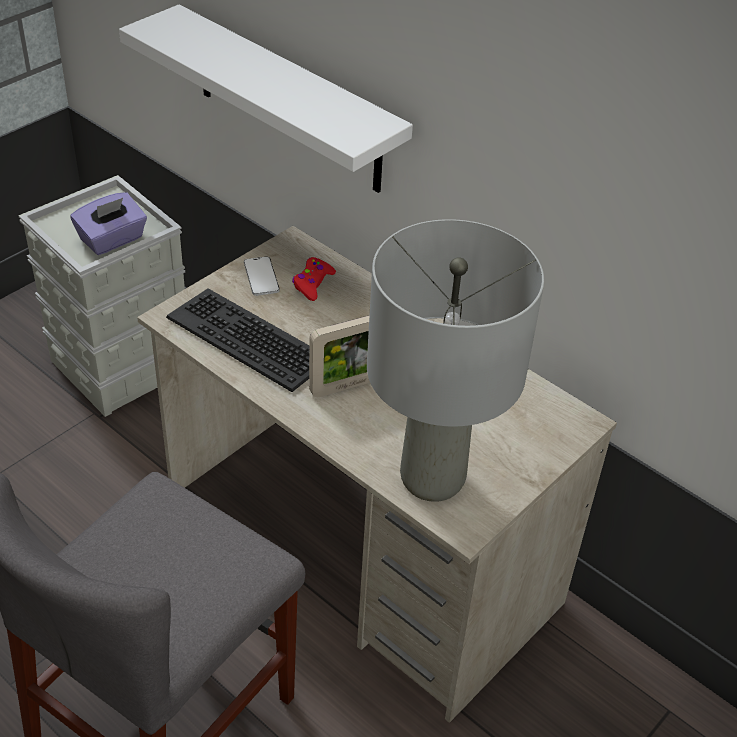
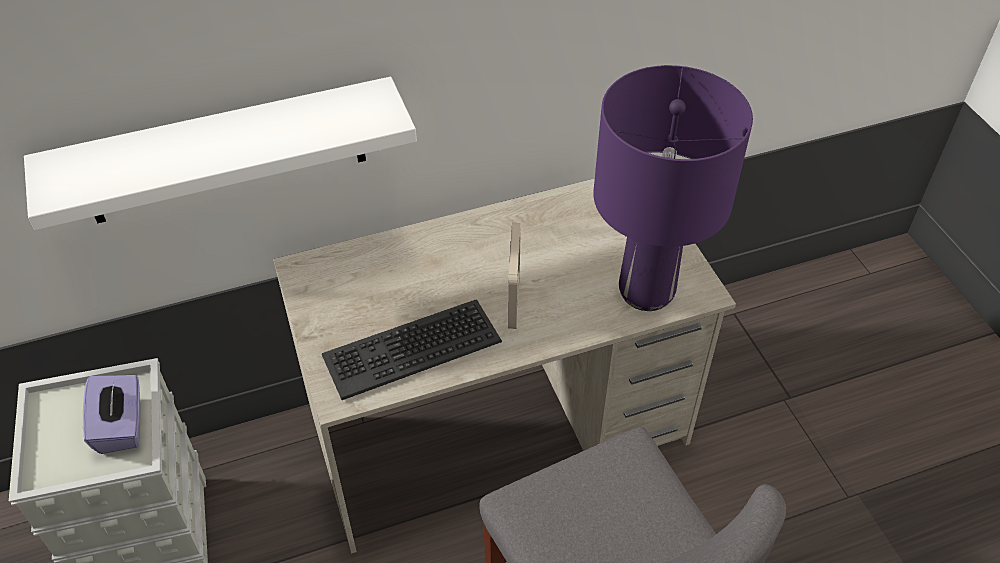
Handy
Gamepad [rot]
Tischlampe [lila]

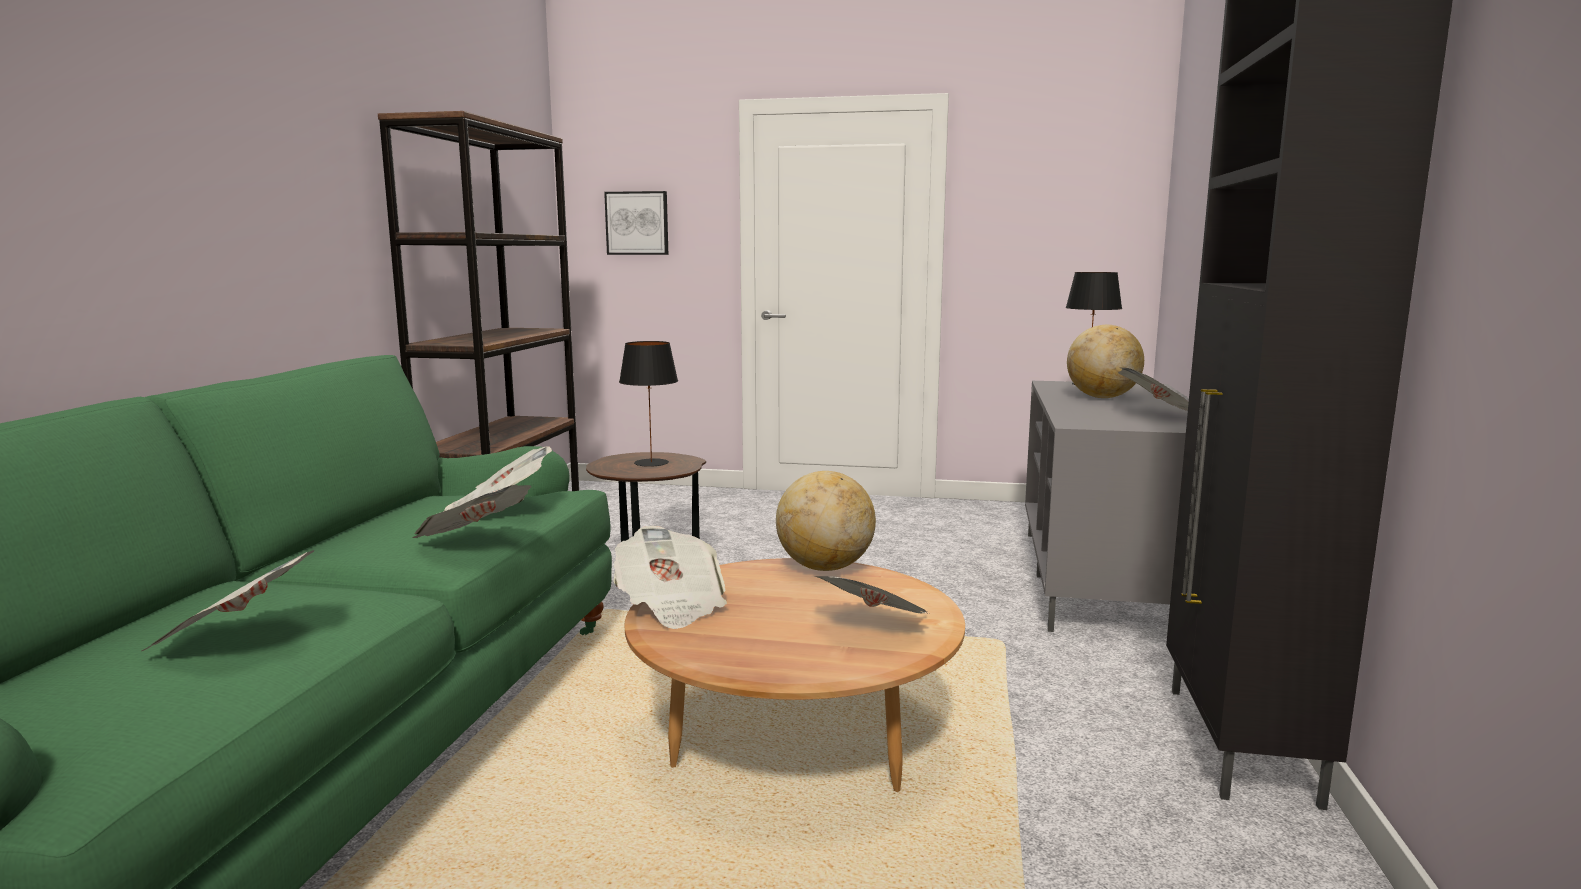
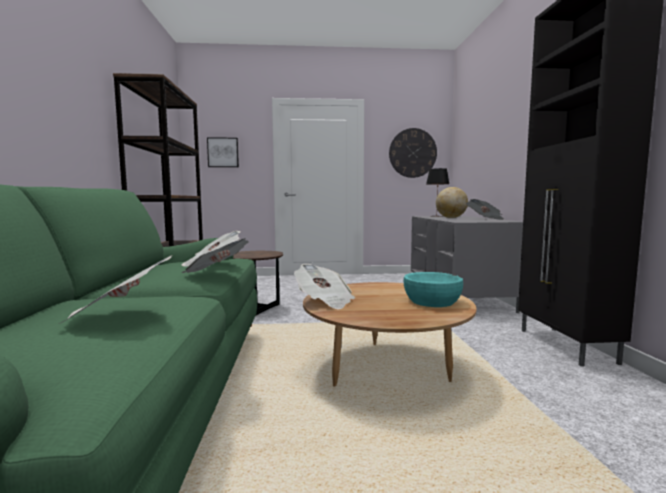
Tischlampe [schwarz] (1st from left in the first image)
Globus (1st from left in the first image)
Wanduhr
Schüssel [türkis]

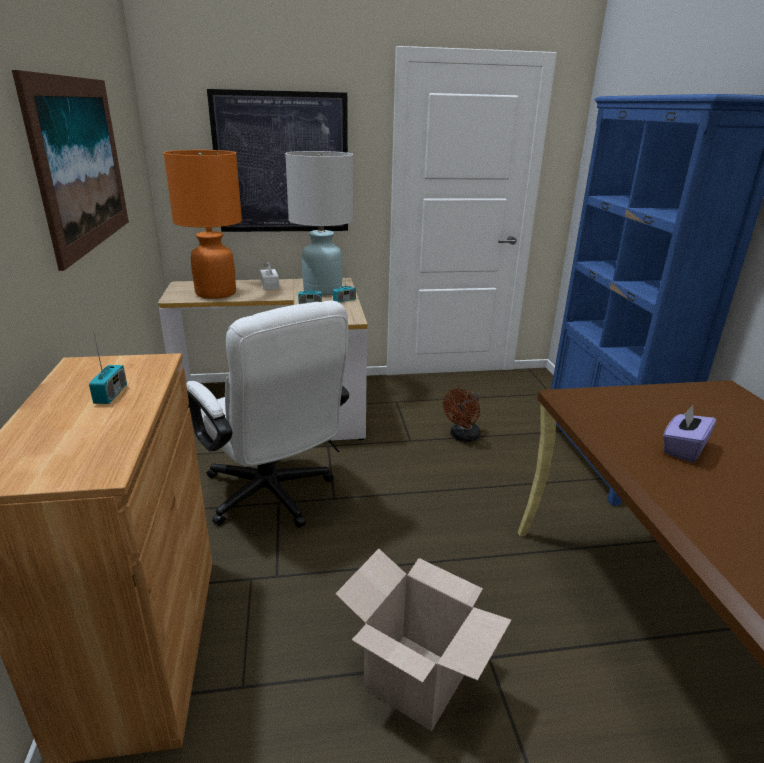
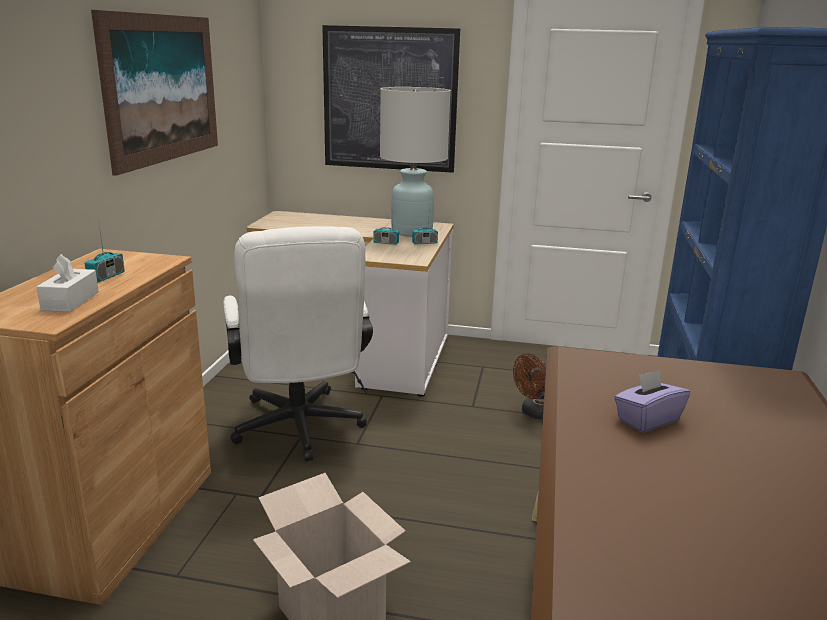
Tischlampe [orange]
Taschentuchbox [weiß]

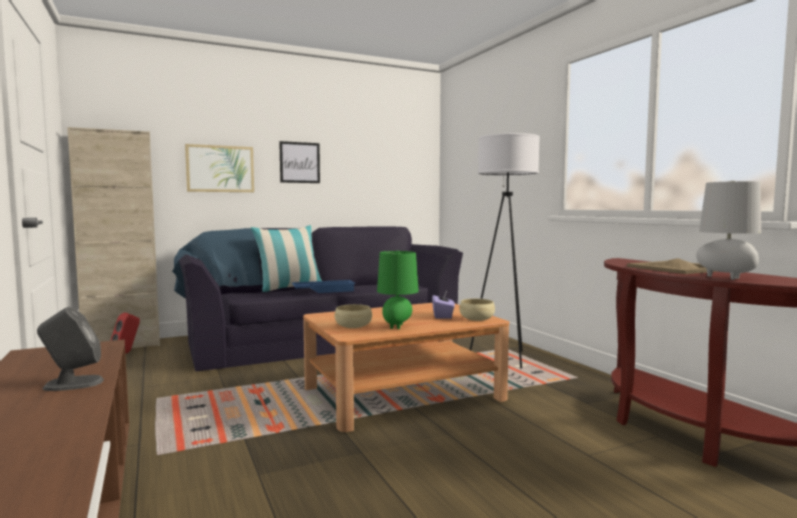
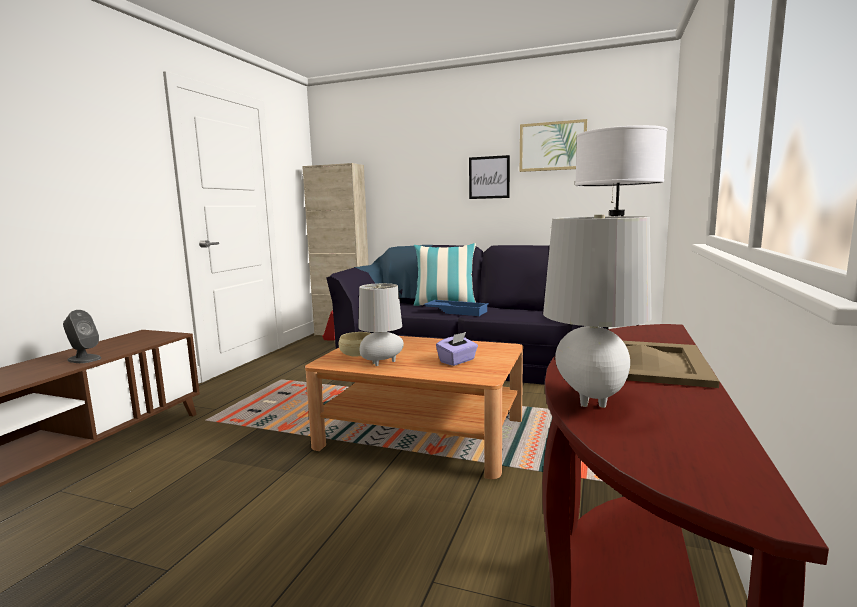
Schüssel [beige] (2nd from left in the first image)
Bild (2nd from left)
Tischlampe [grau] (1st from left)

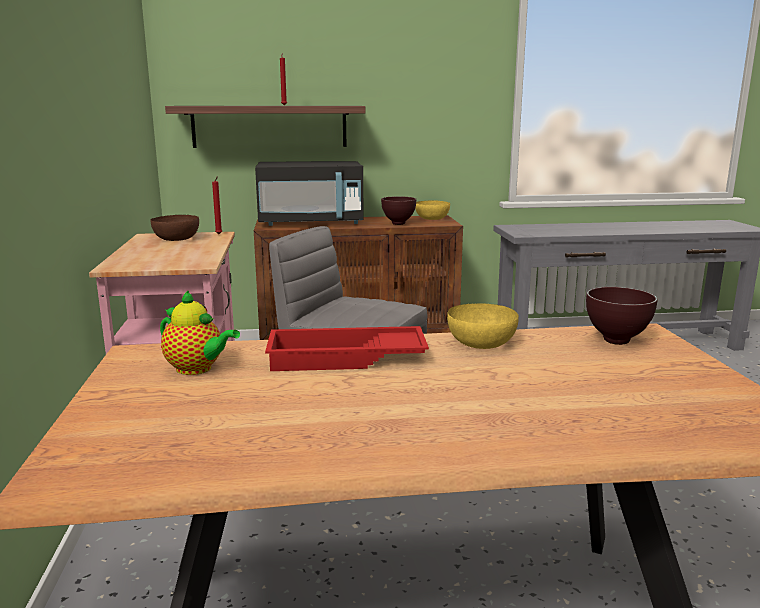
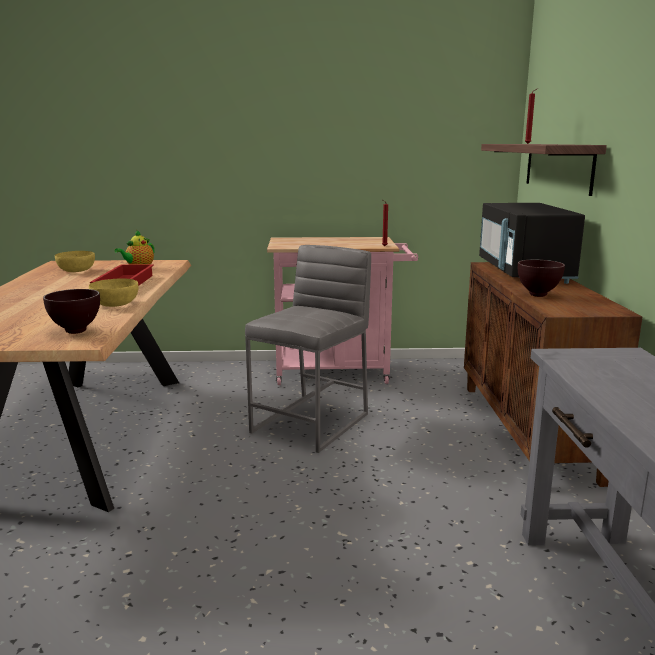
Schüssel [braun] (1st from left in the first image)
Schüssel [gelb] (1st from left)

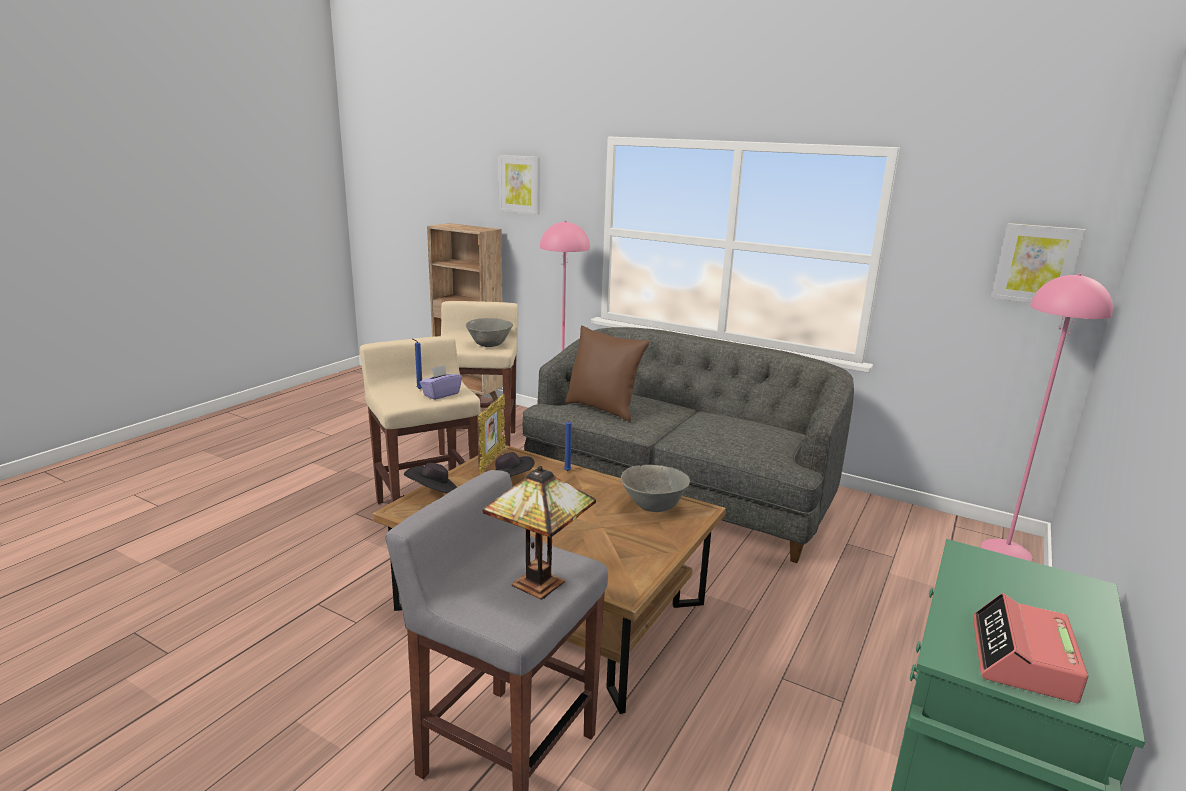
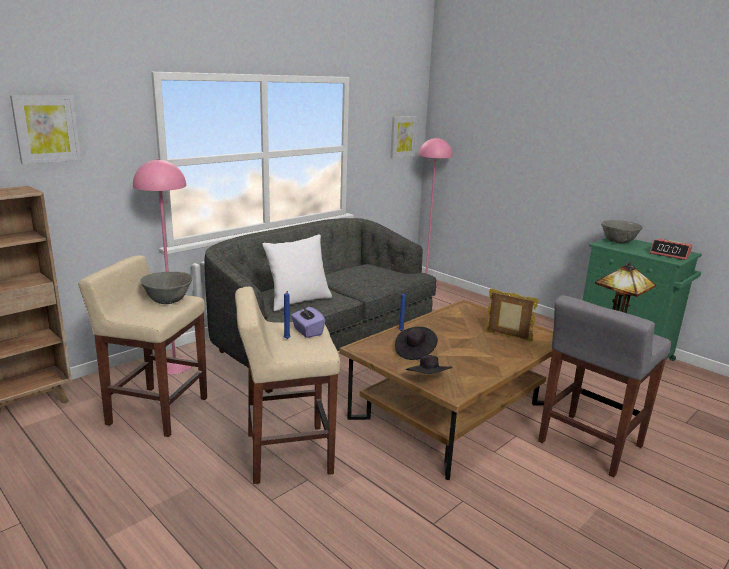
Bilderrahmen
Schüssel [grau] (2nd from left)
Kissen [weiß]

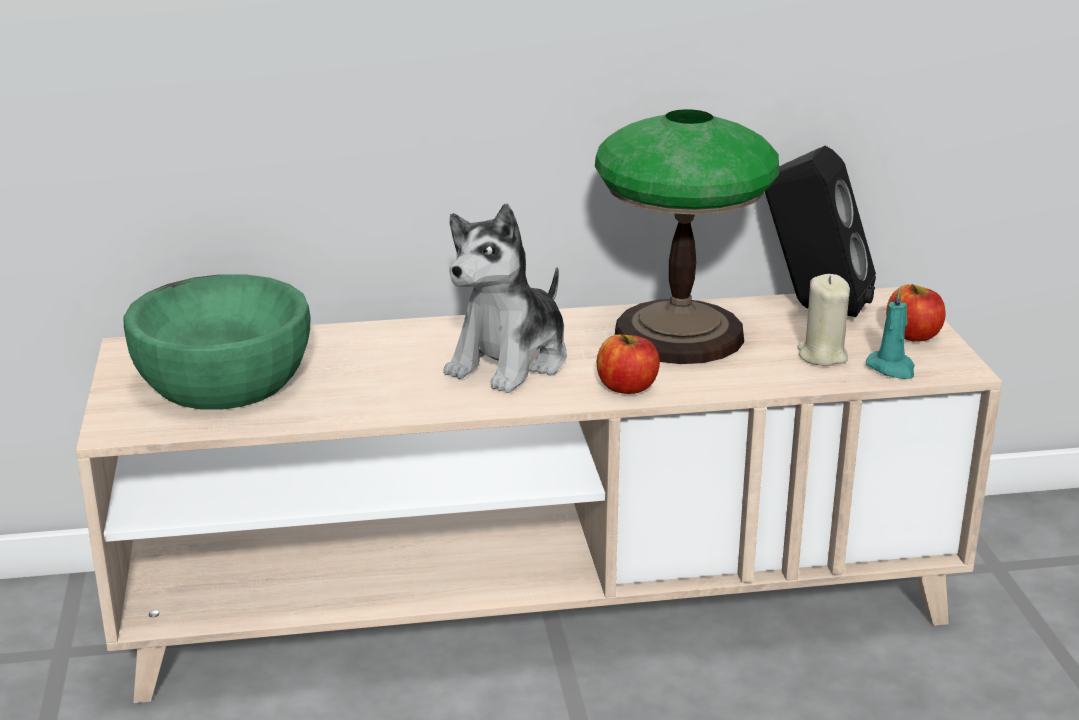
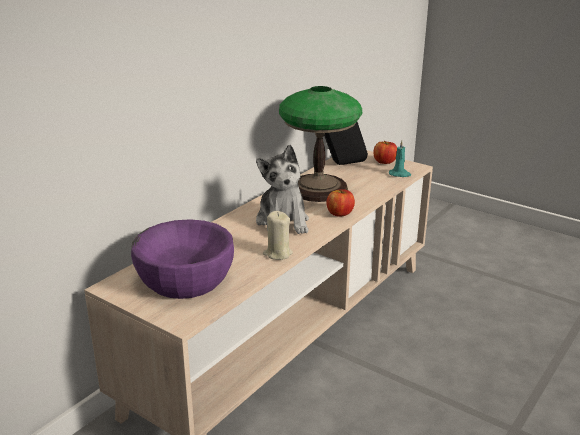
Kerze [beige]
Schüssel [lila]

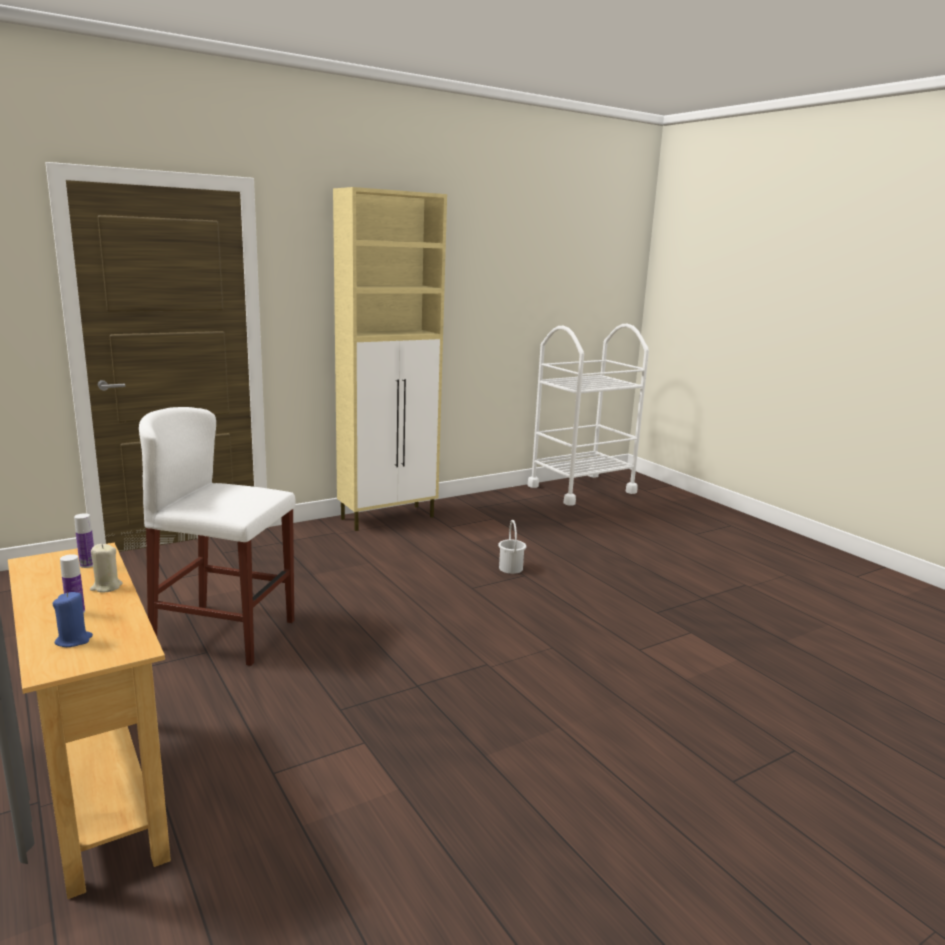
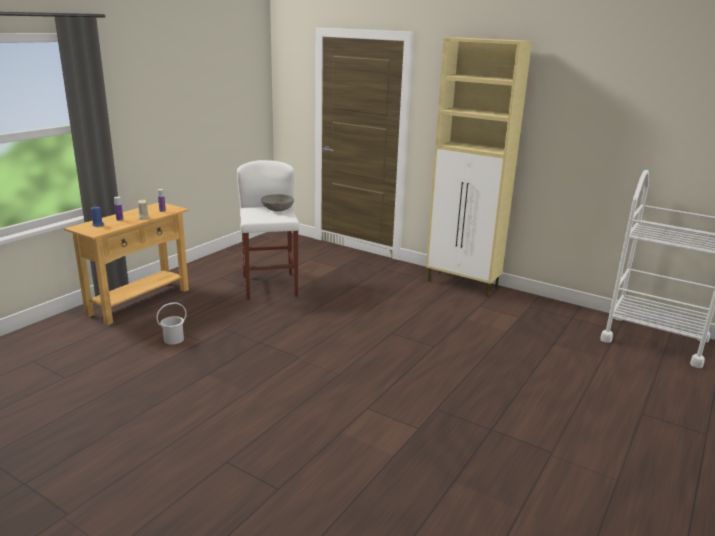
Schüssel [grau]
Eimer [weiß]

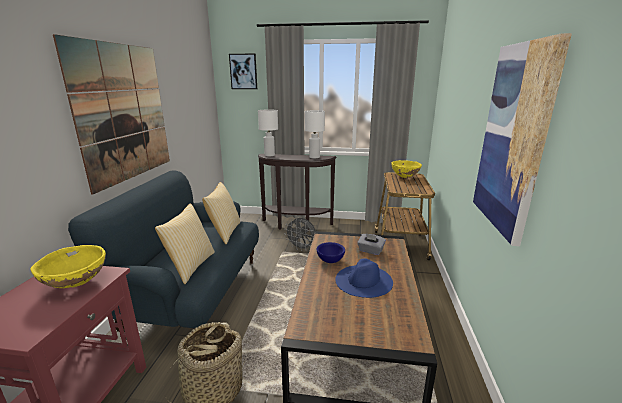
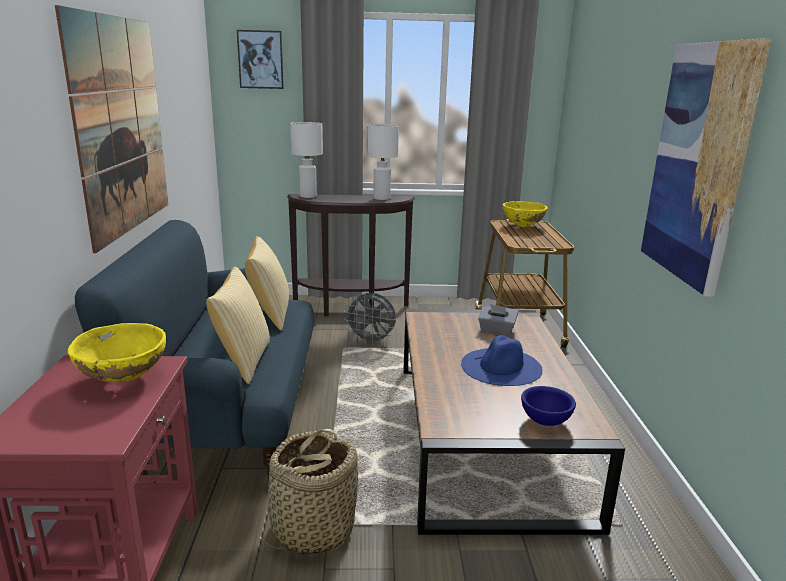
Schüssel [blau]

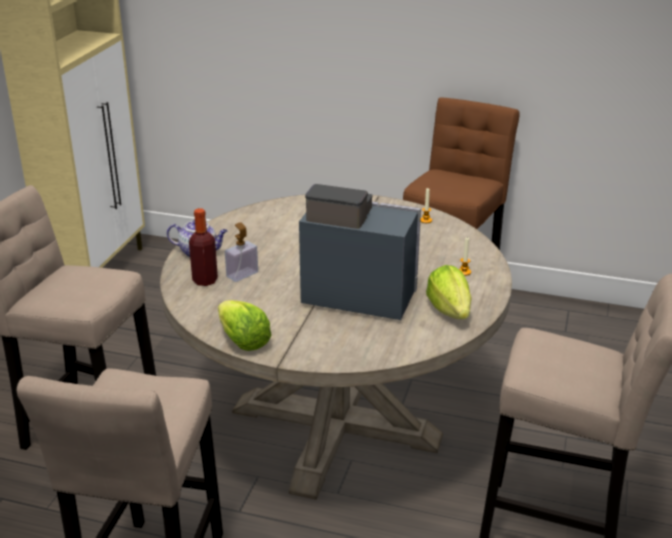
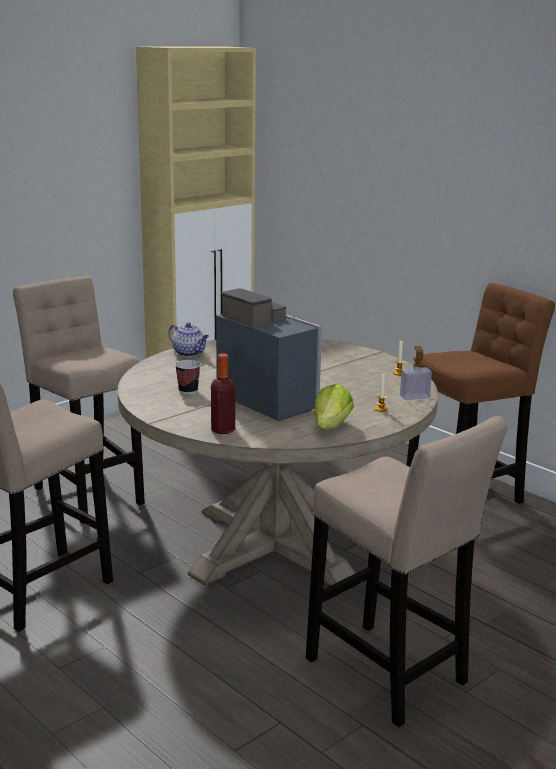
Salatkopf (1st from left in the first image)
Tasse
Flasche
Seifenspender

